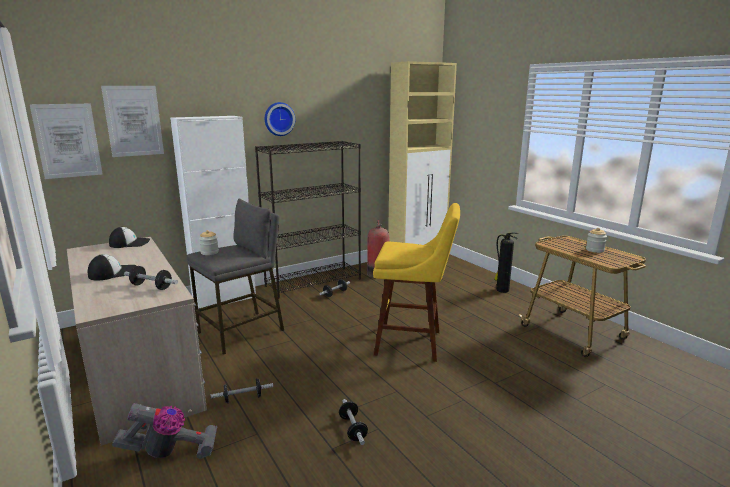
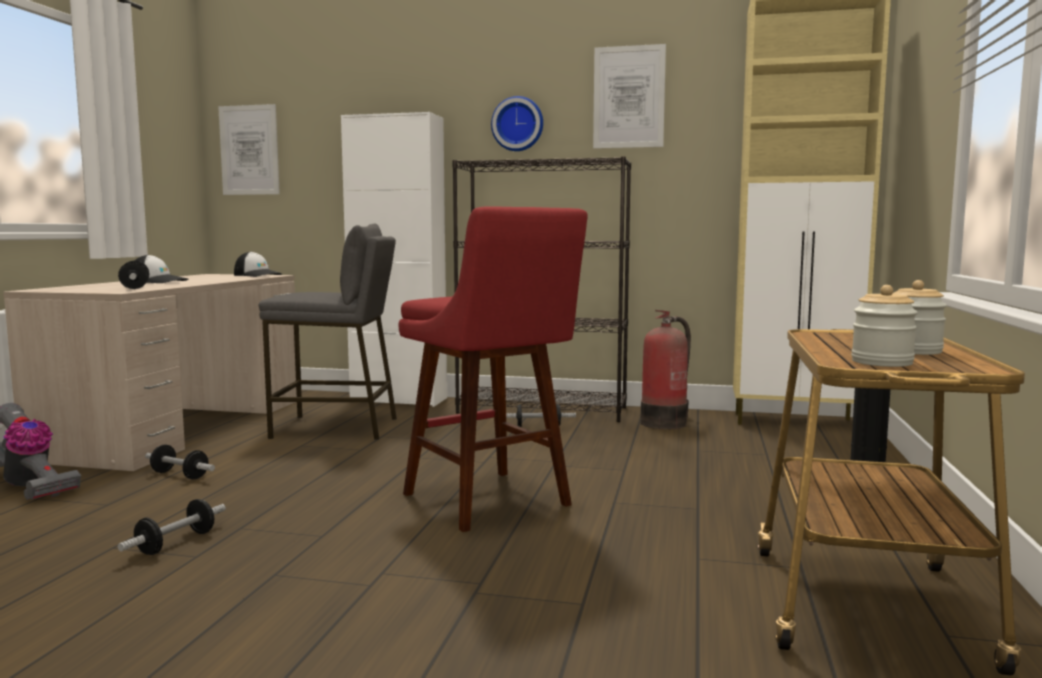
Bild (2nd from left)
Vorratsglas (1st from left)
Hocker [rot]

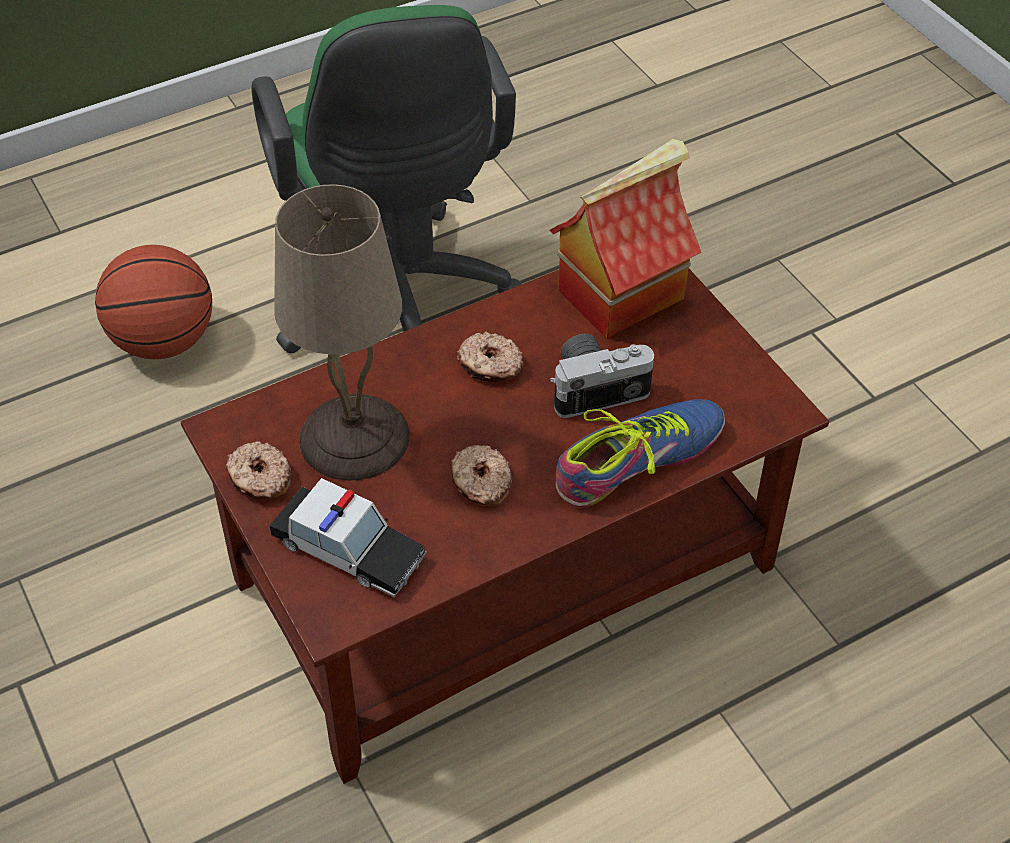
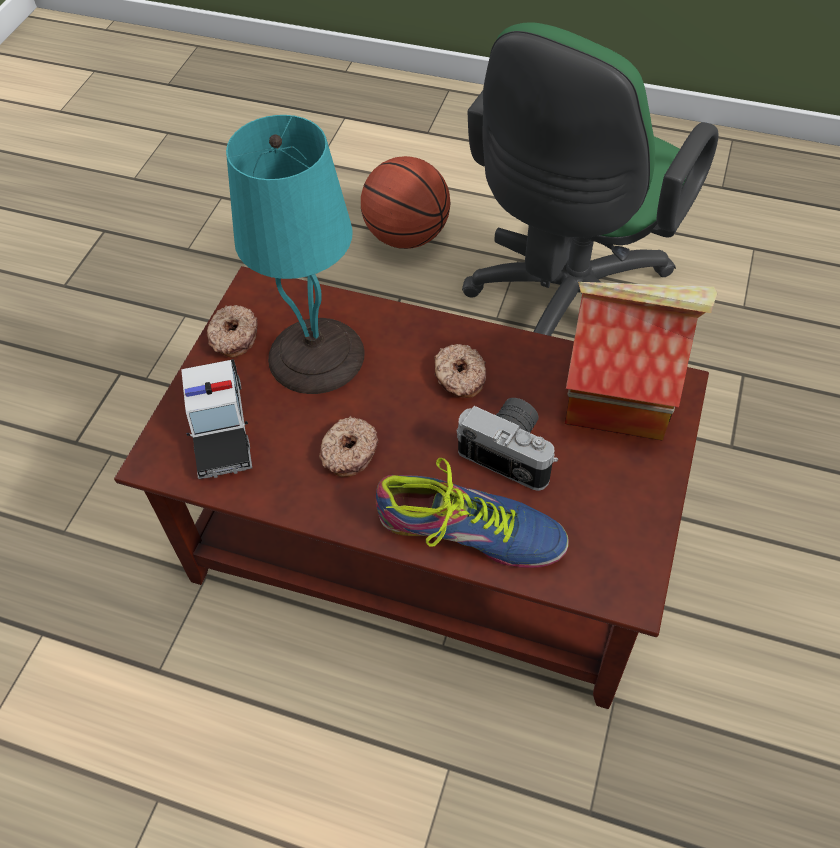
Tischlampe [türkis]

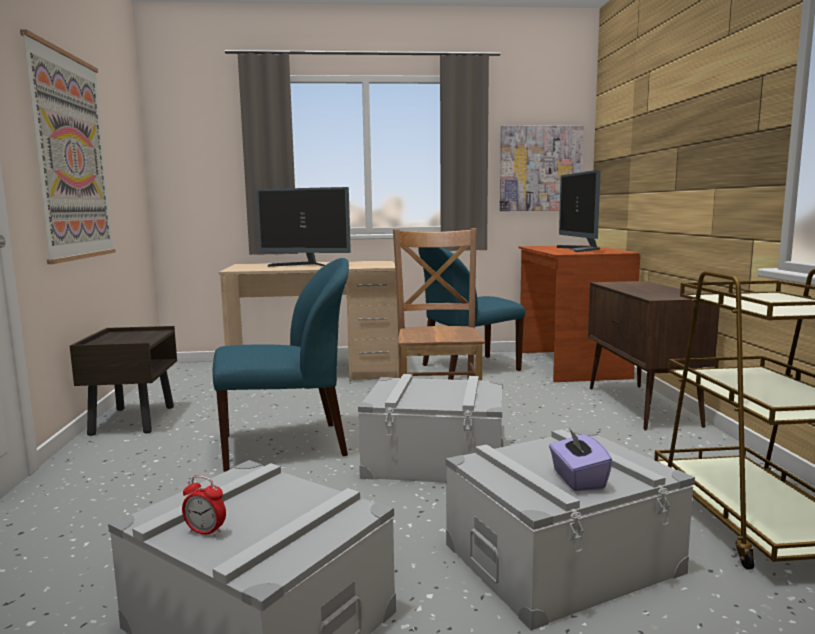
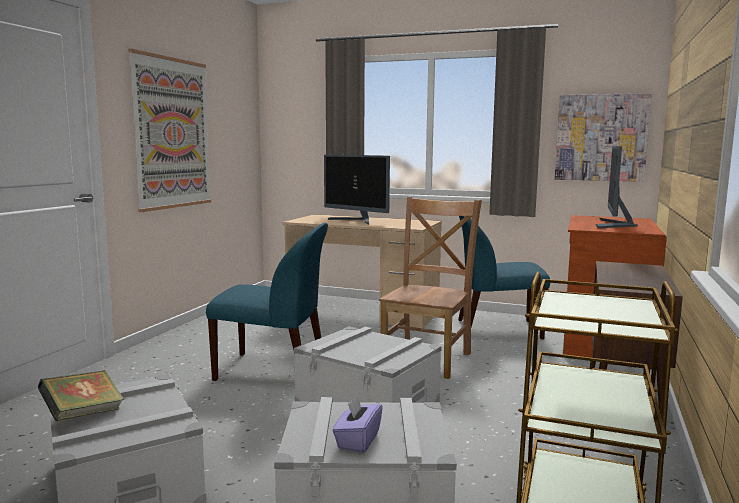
Nachttisch [braun]
Buch

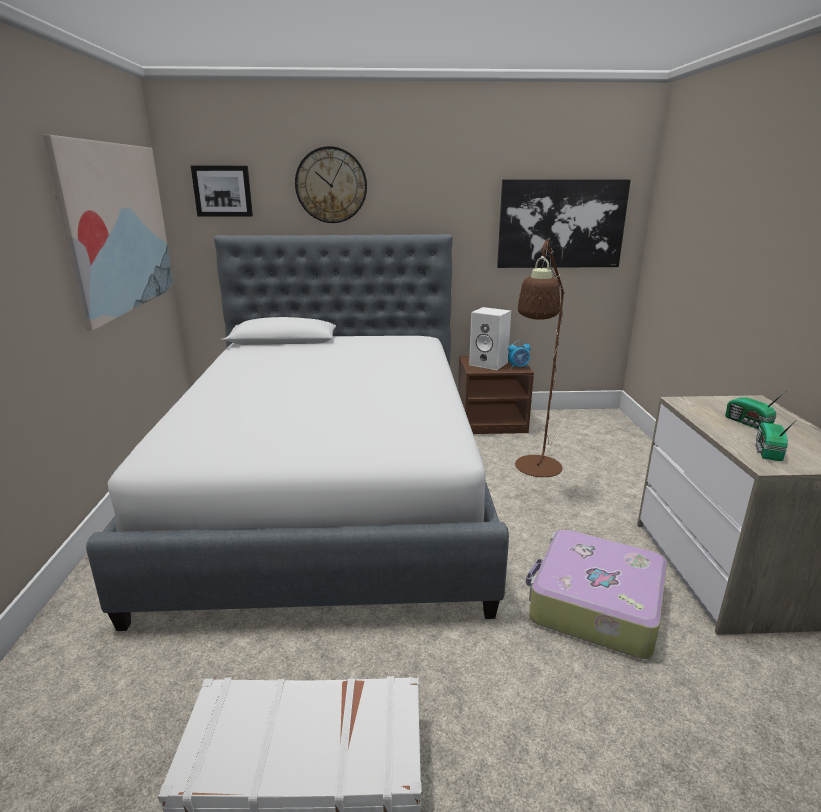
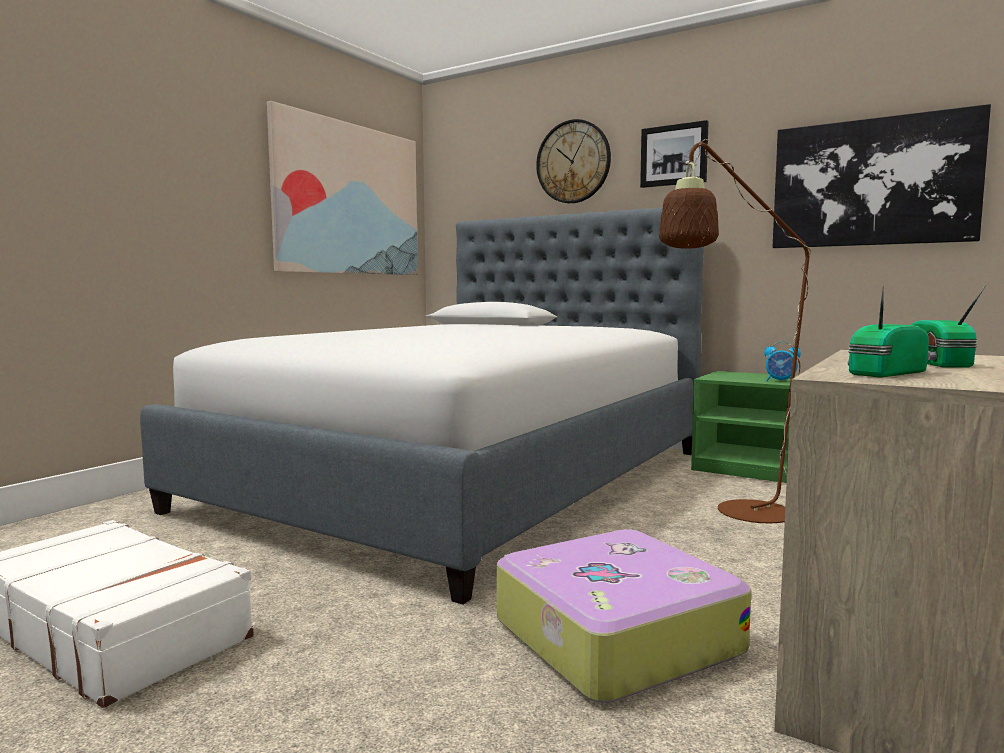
Lautsprecher [weiß]
Bild (2nd from left)
Nachttisch [grün]

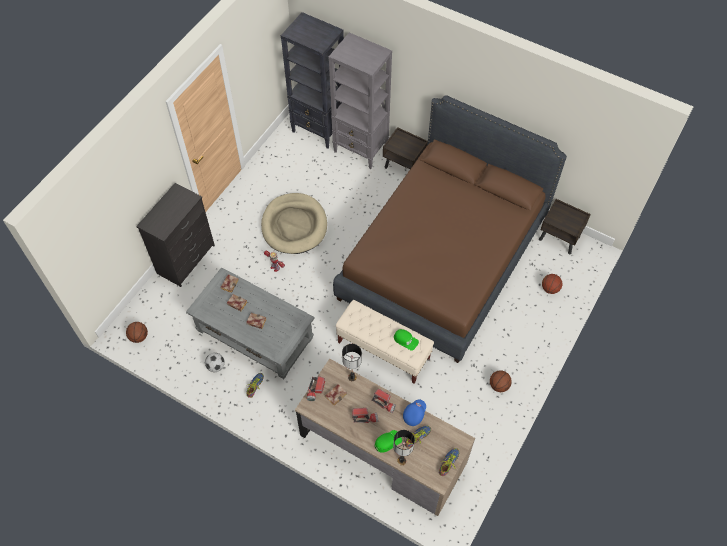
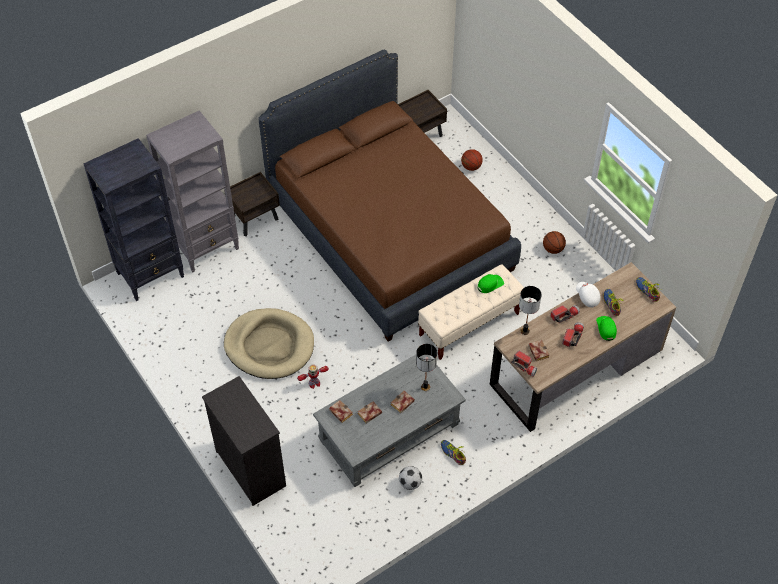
Basketball (1st from left in the first image)
Tischlampe (1st from left)
Kappe [weiß]

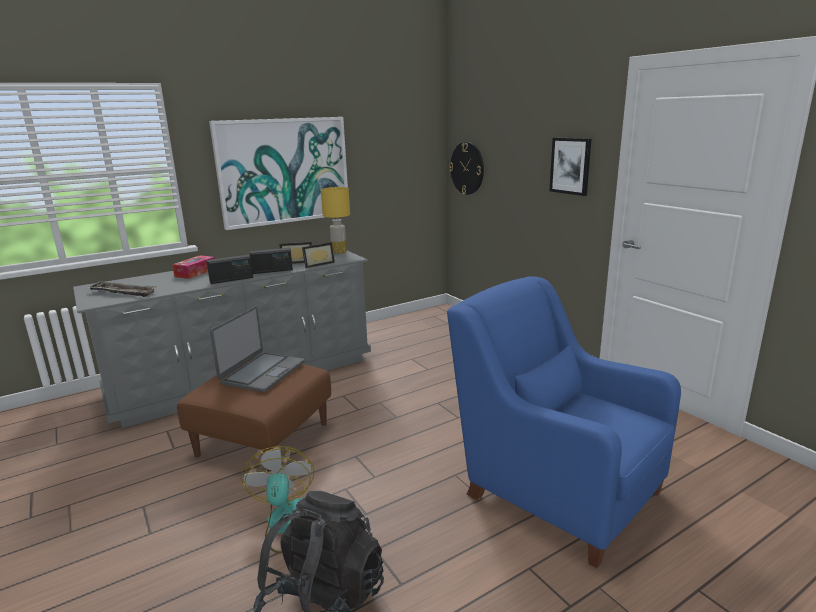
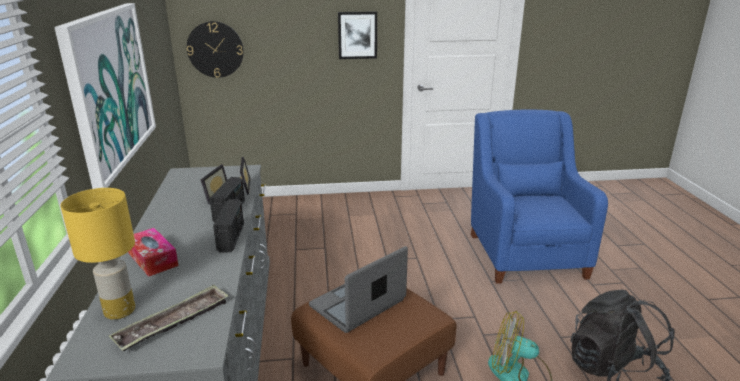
Tischlampe [gelb]
Laptop
Sessel [blau]

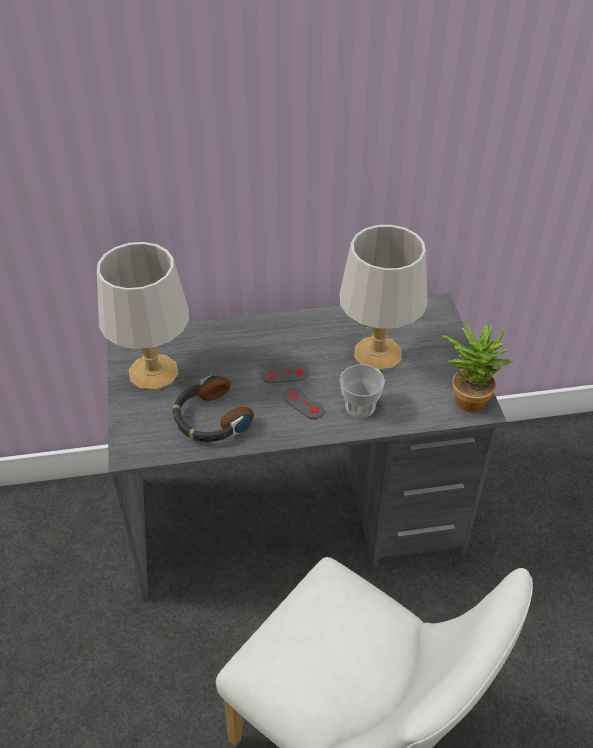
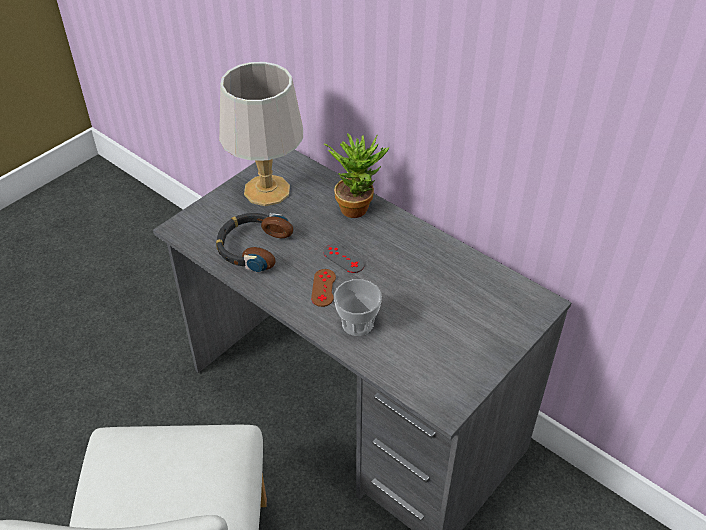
Tischlampe [grau] (2nd from left in the first image)
Topfpflanze
Gamepad [braun]

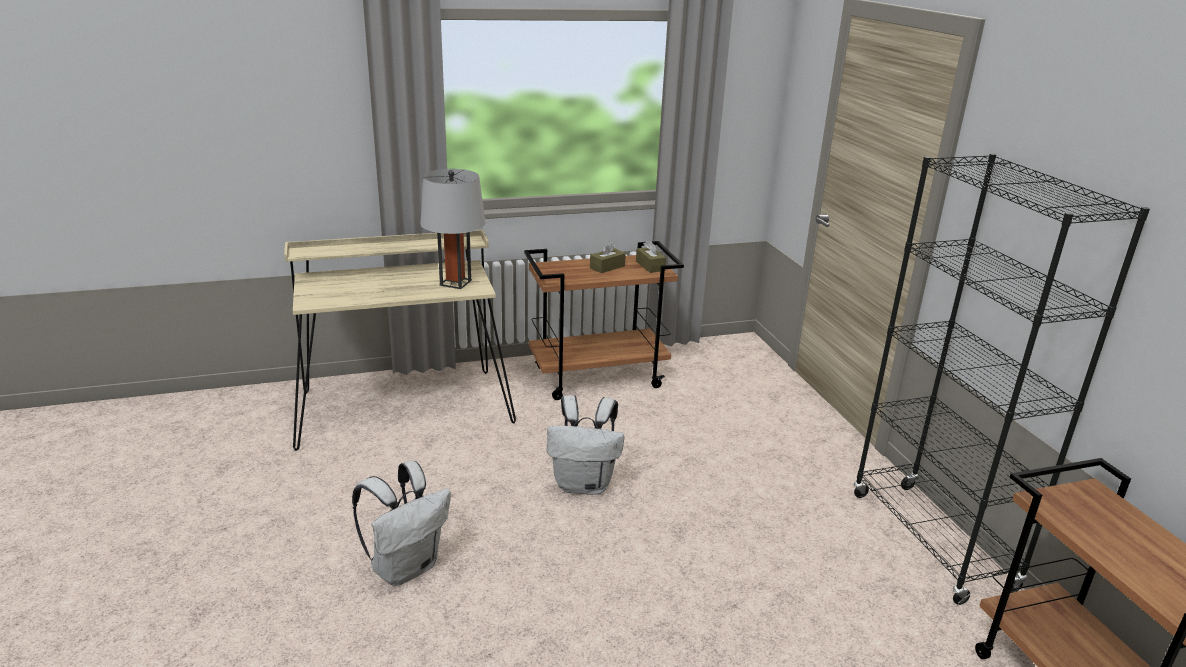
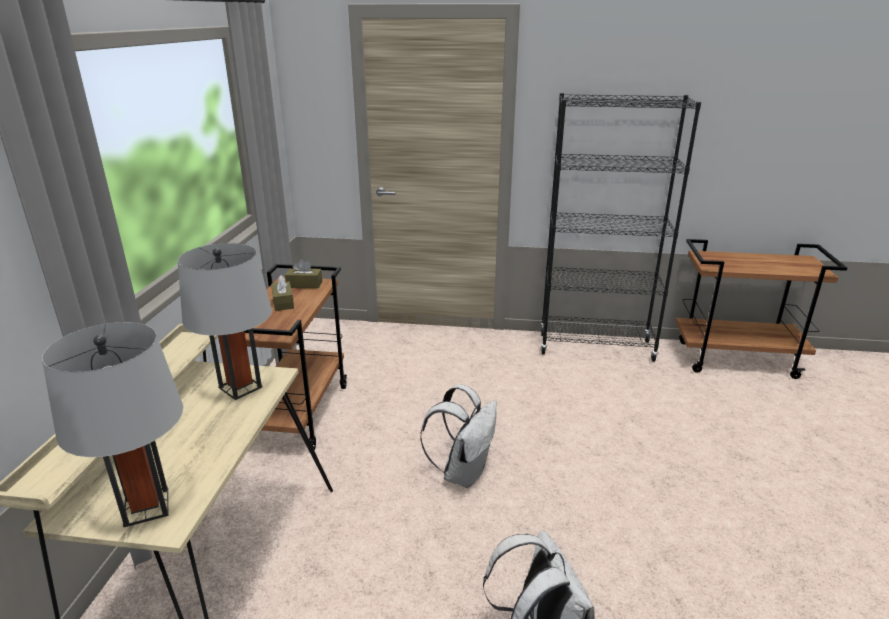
Tischlampe [grau] (1st from left)

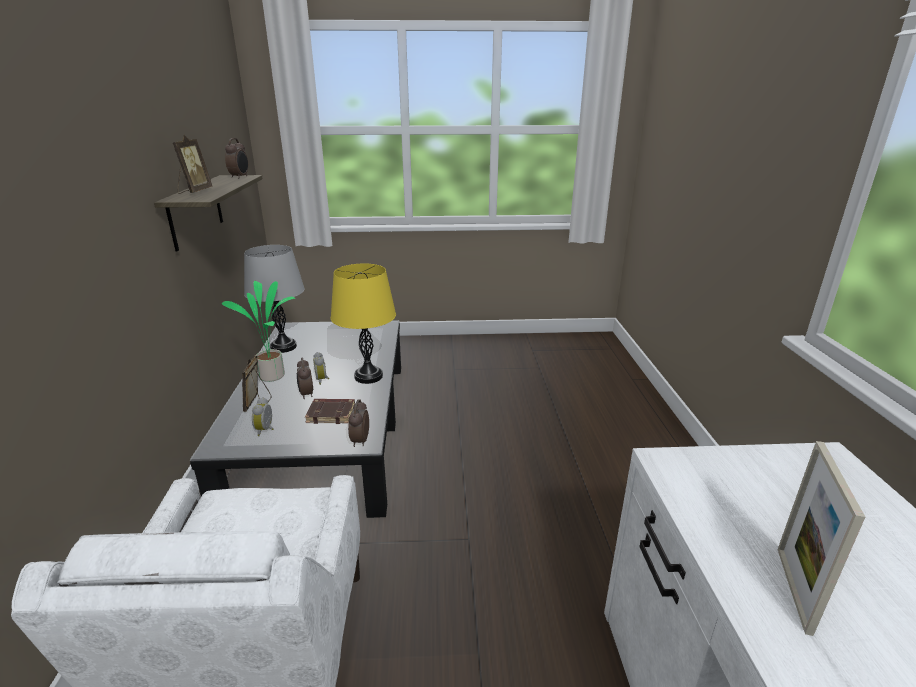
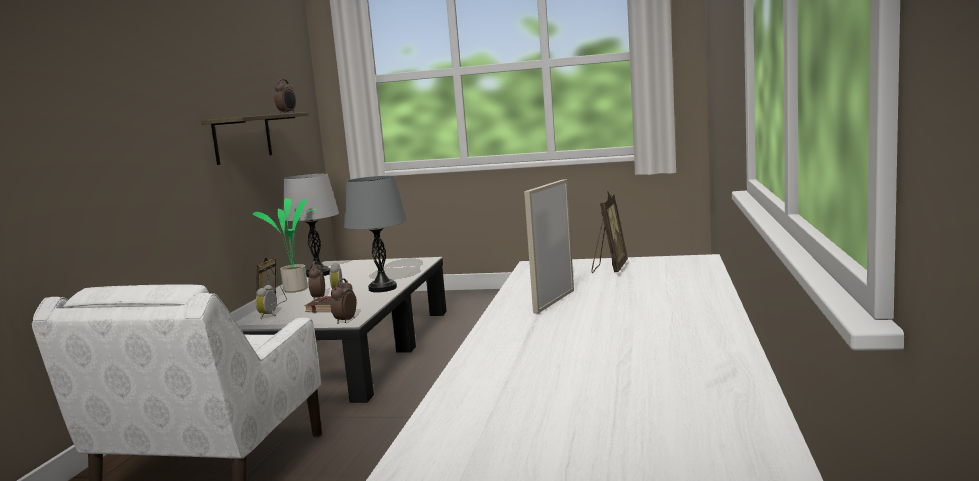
Bilderrahmen (3rd from left)
Tischlampe [grau] (2nd from left)

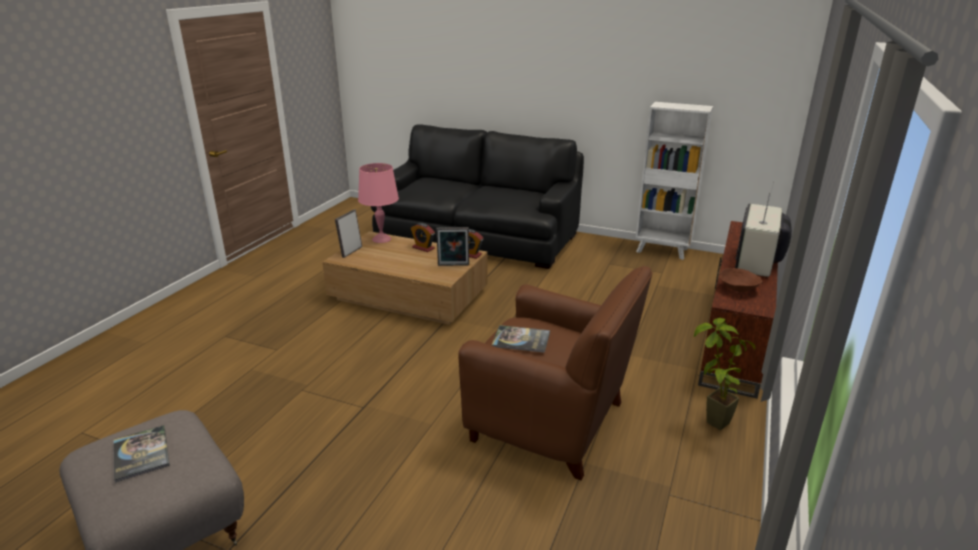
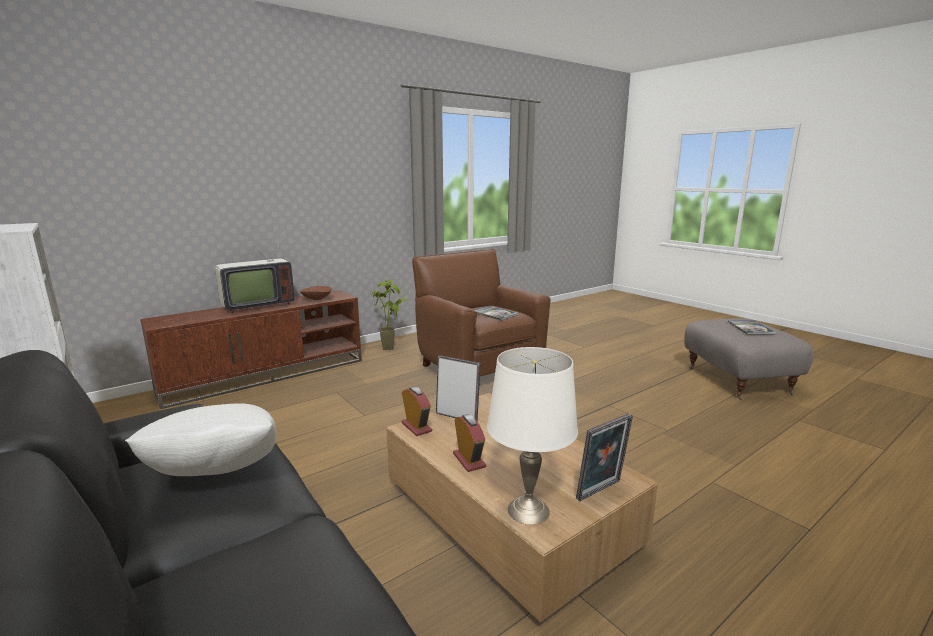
Kissen [weiß]
Tischlampe [weiß]

